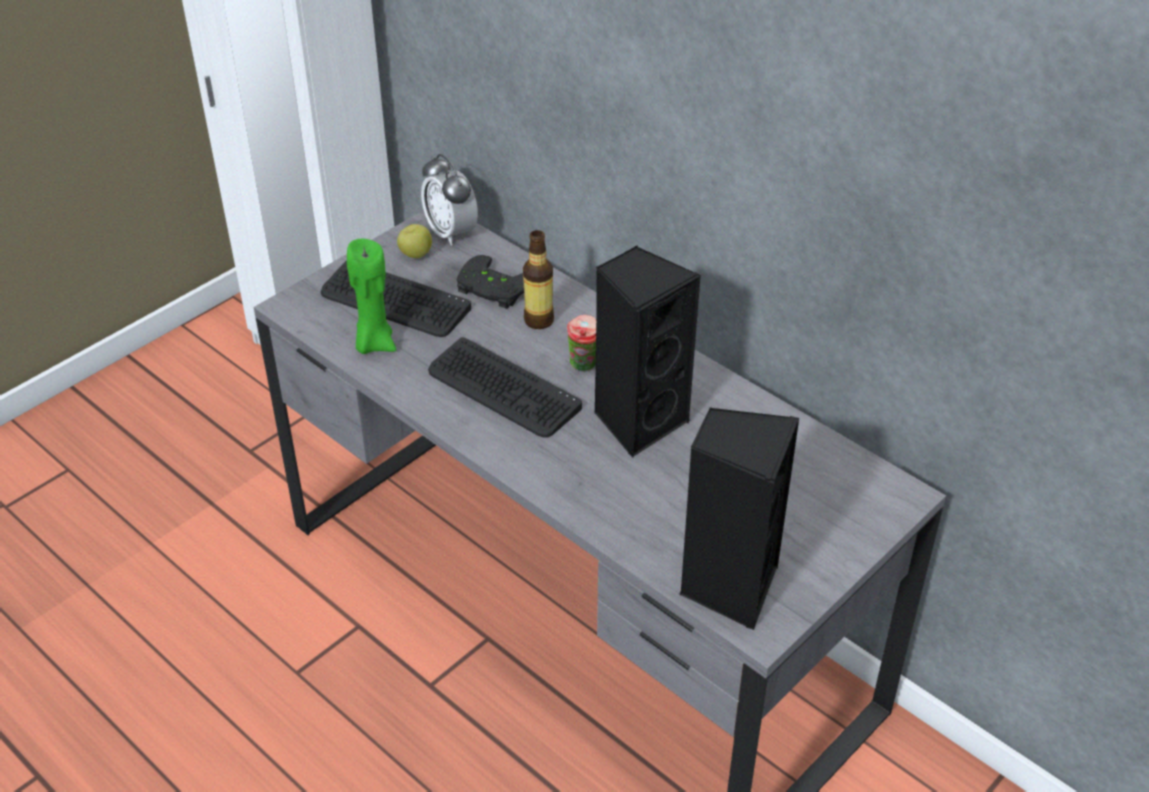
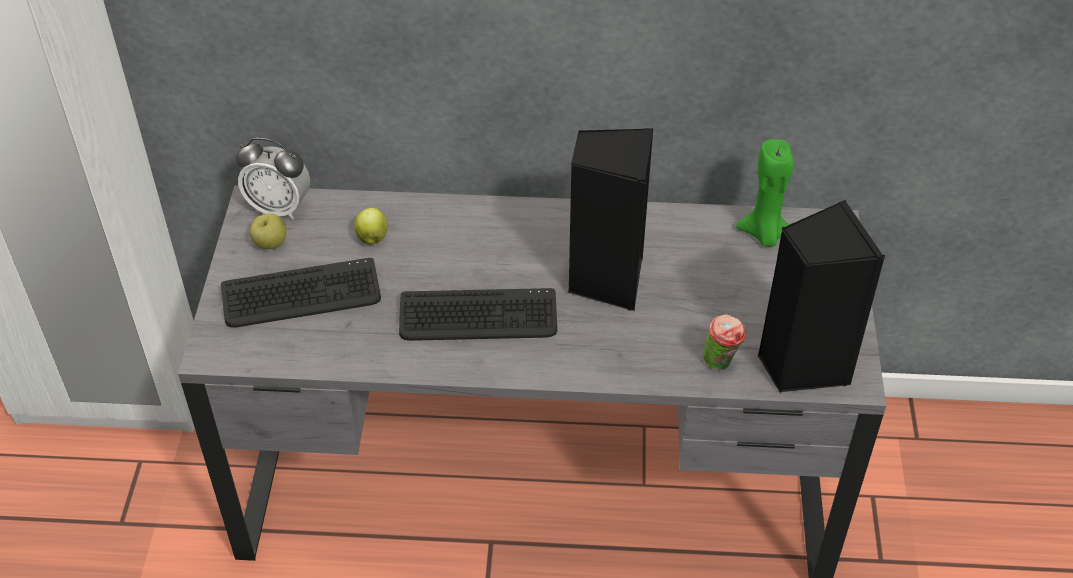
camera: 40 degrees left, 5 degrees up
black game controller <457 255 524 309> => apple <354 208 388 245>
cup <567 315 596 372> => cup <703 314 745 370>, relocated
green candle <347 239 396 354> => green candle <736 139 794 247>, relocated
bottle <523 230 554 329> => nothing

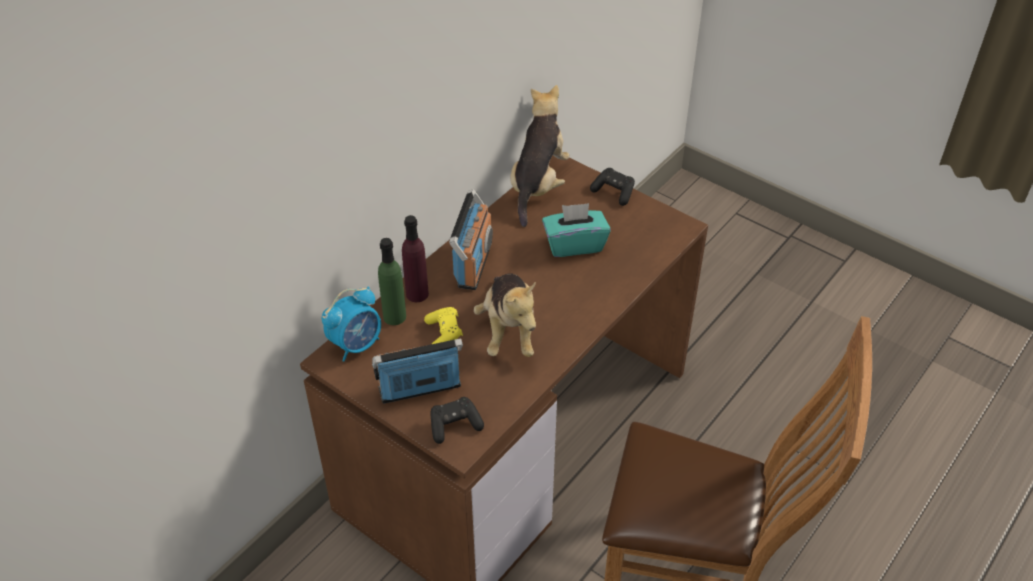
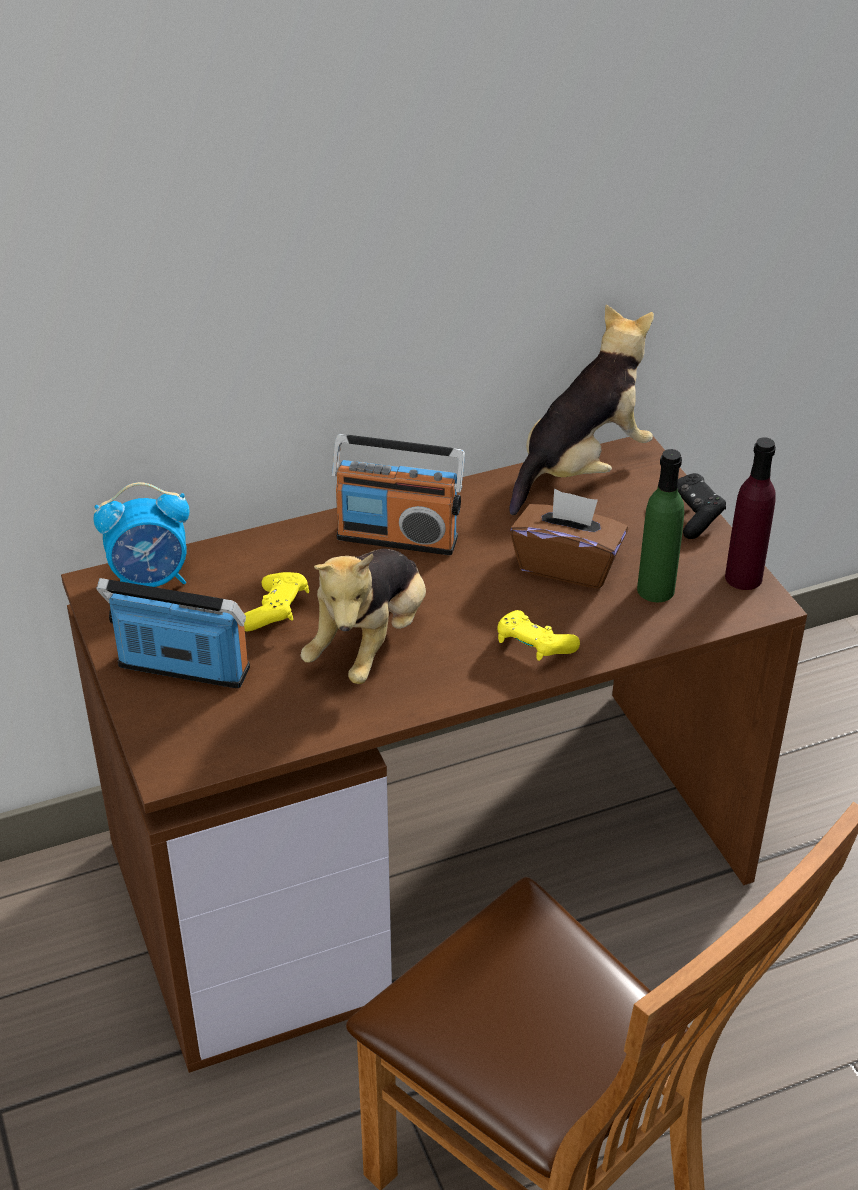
camera: 30 degrees right, 5 degrees down
radio <449 189 493 290> => radio <332 434 465 555>, 60 degrees clockwise
nothing => yellow game controller <497 610 580 661>
turquoise tissue box <542 203 611 257> => brown tissue box <510 489 628 589>
green bottle <378 238 406 325> => green bottle <637 449 684 602>, relocated
purple bottle <402 215 429 302> => purple bottle <725 437 776 590>, relocated
black game controller <430 397 484 444> => nothing

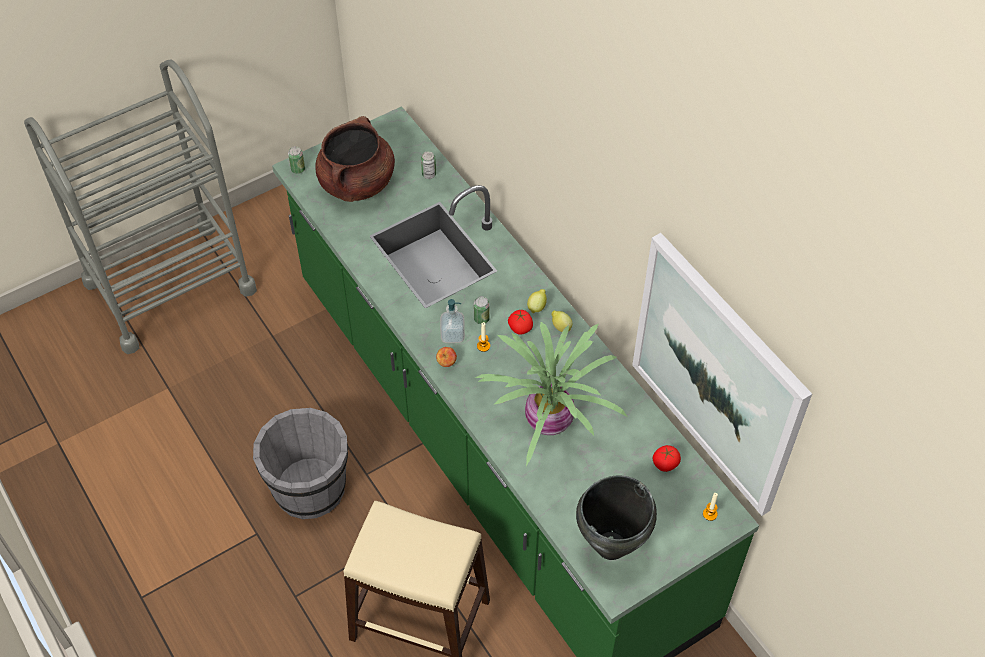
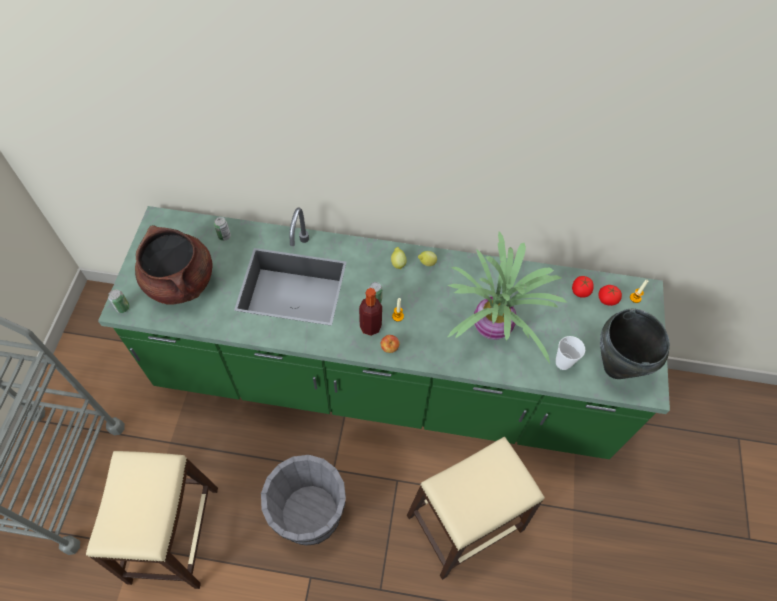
camera: 50 degrees left, 5 degrees up
nothing => beige stool <86 451 218 589>
soap dispenser <440 299 465 343> => bottle <359 288 382 336>
nothing => cup <556 336 585 370>
tomato <508 310 533 335> => tomato <598 285 622 306>, relocated
picture <632 233 812 516> => nothing

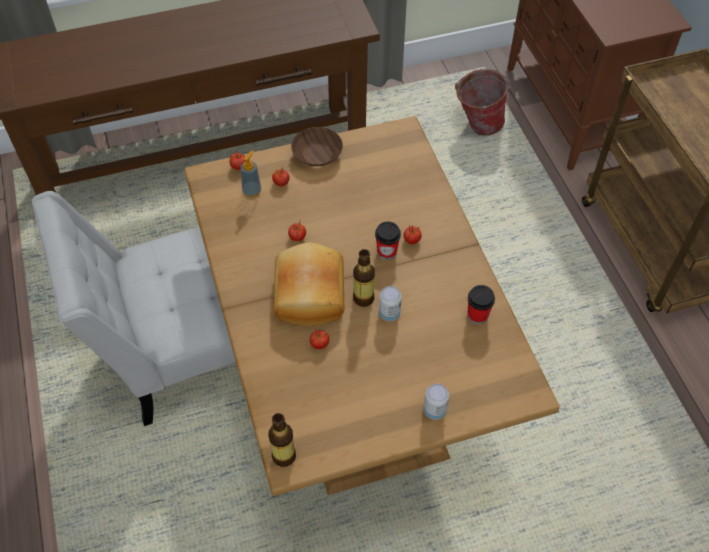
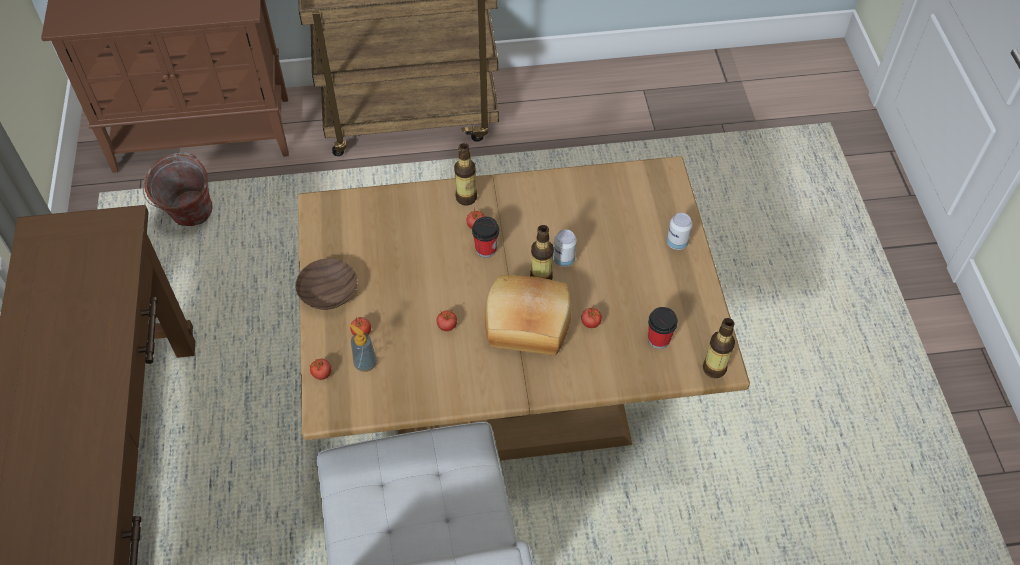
camera: 80 degrees left, 0 degrees up
nothing => bottle <454 143 477 206>
cup <468 285 495 324> => cup <648 307 678 349>, relocated

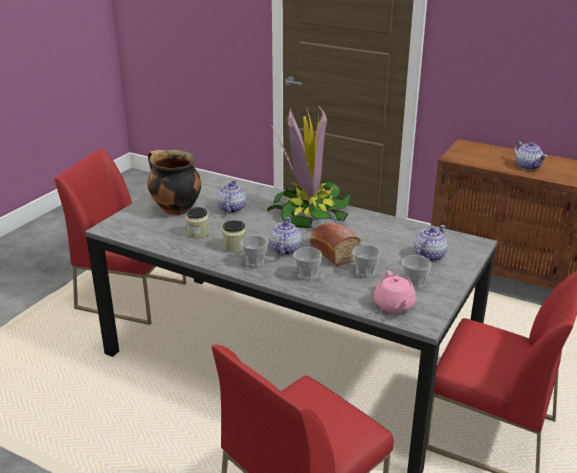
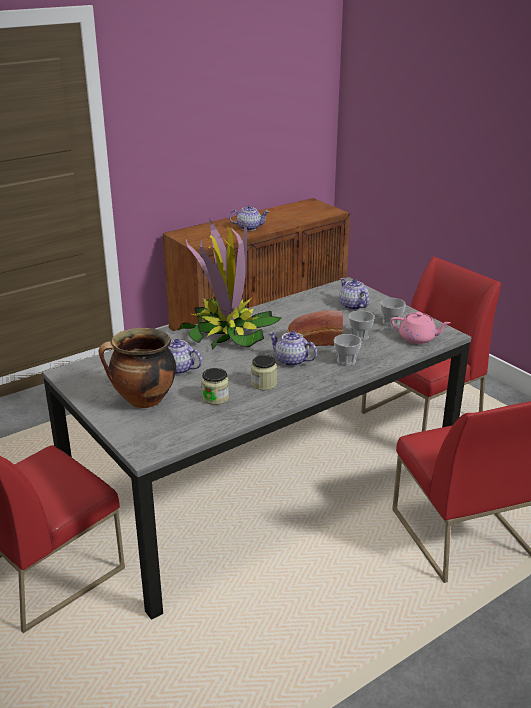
camera: 65 degrees left, 0 degrees up
cup <240 235 268 268> => nothing

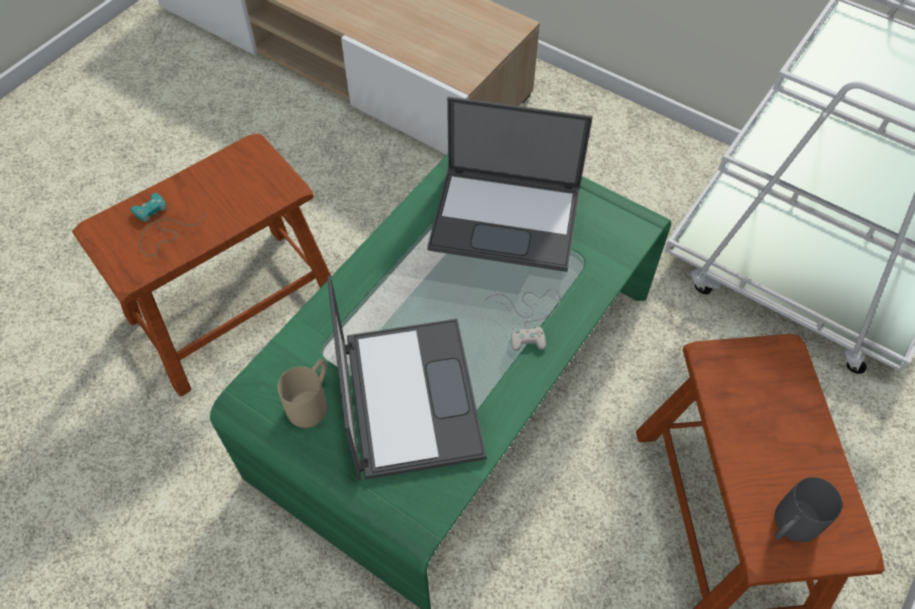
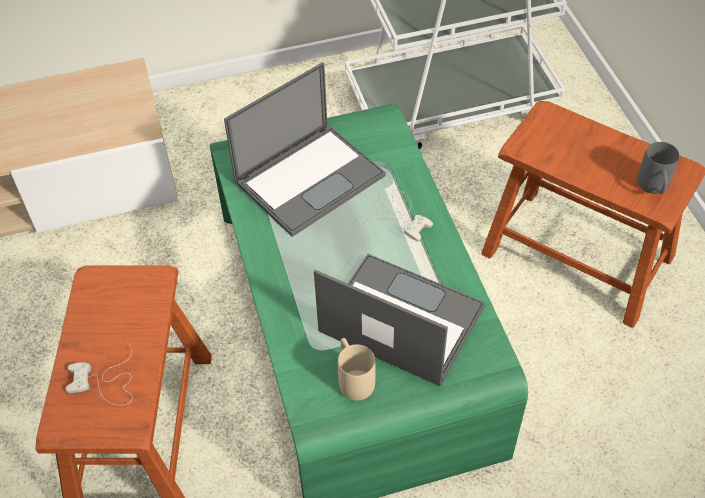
camera: 50 degrees left, 5 degrees down
turquoise game controller <131 193 206 256> => white game controller <65 342 133 405>

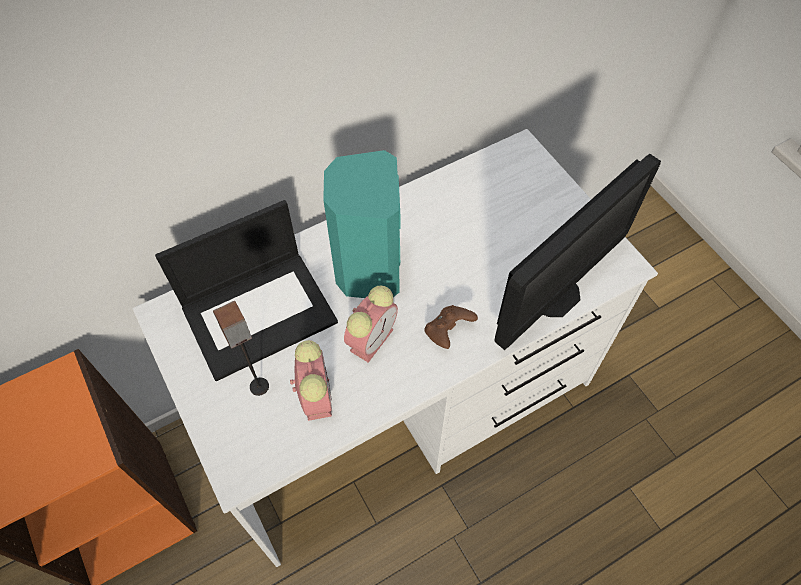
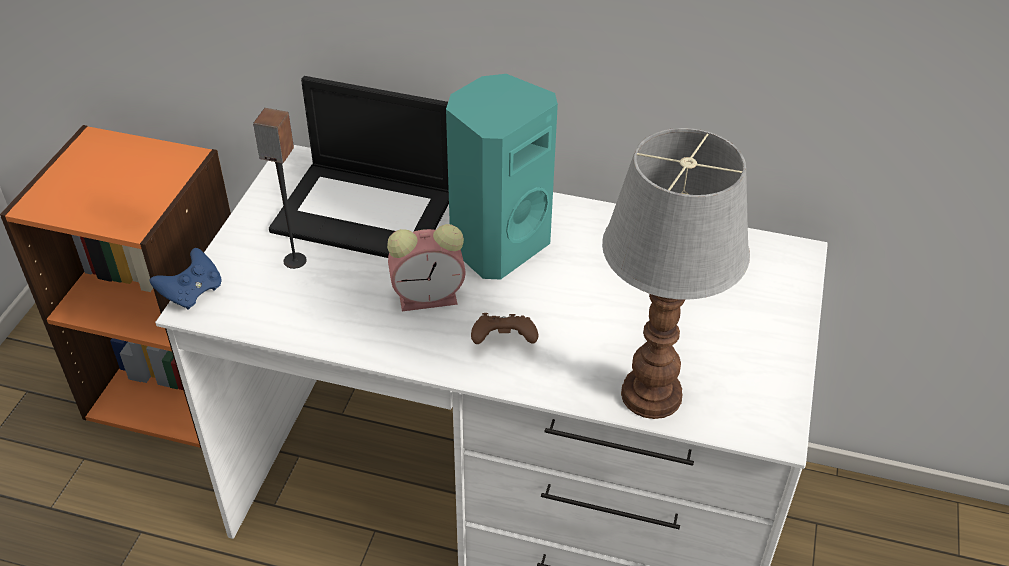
camera: 45 degrees right, 15 degrees down
nothing => blue game controller <150 248 222 310>
monitor <494 154 661 350> => table lamp <602 128 750 419>
alarm clock <290 340 332 421> => nothing

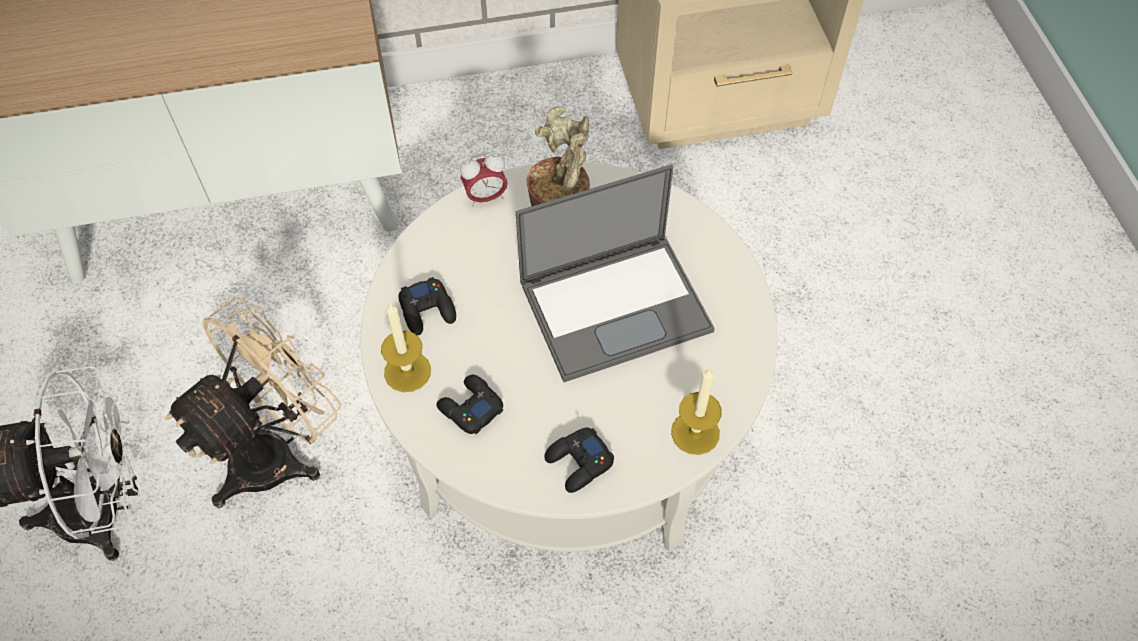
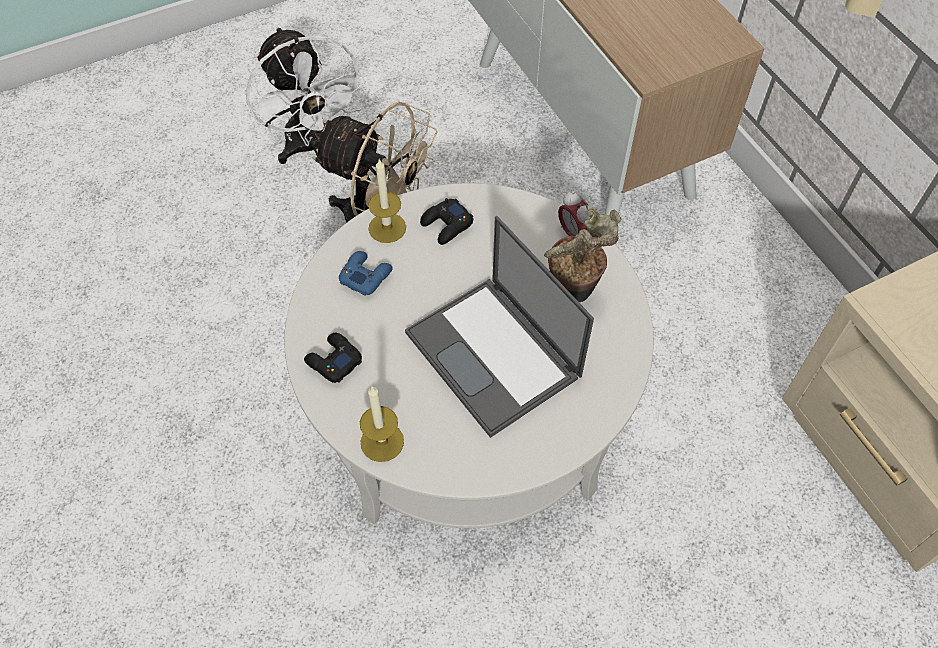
camera: 75 degrees right, 0 degrees up
black game controller <436 375 503 434> => blue game controller <339 251 393 296>

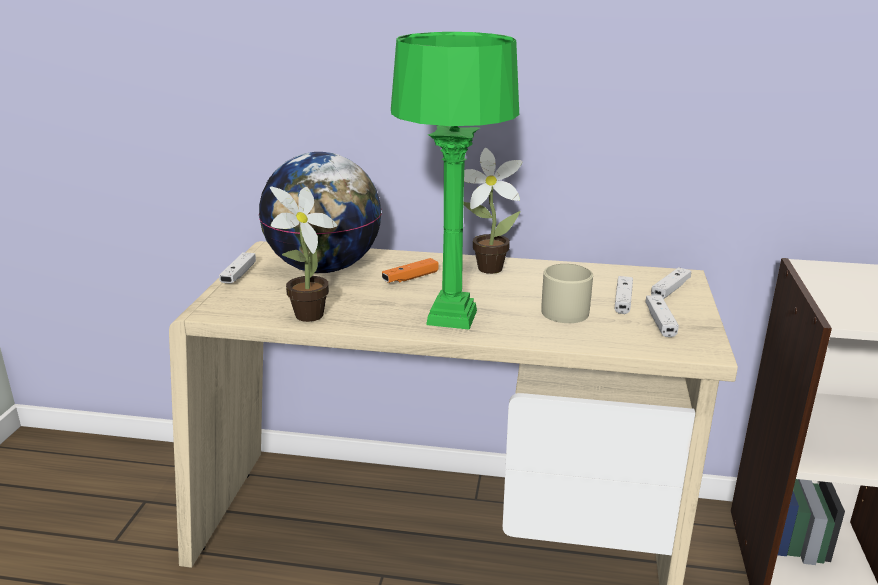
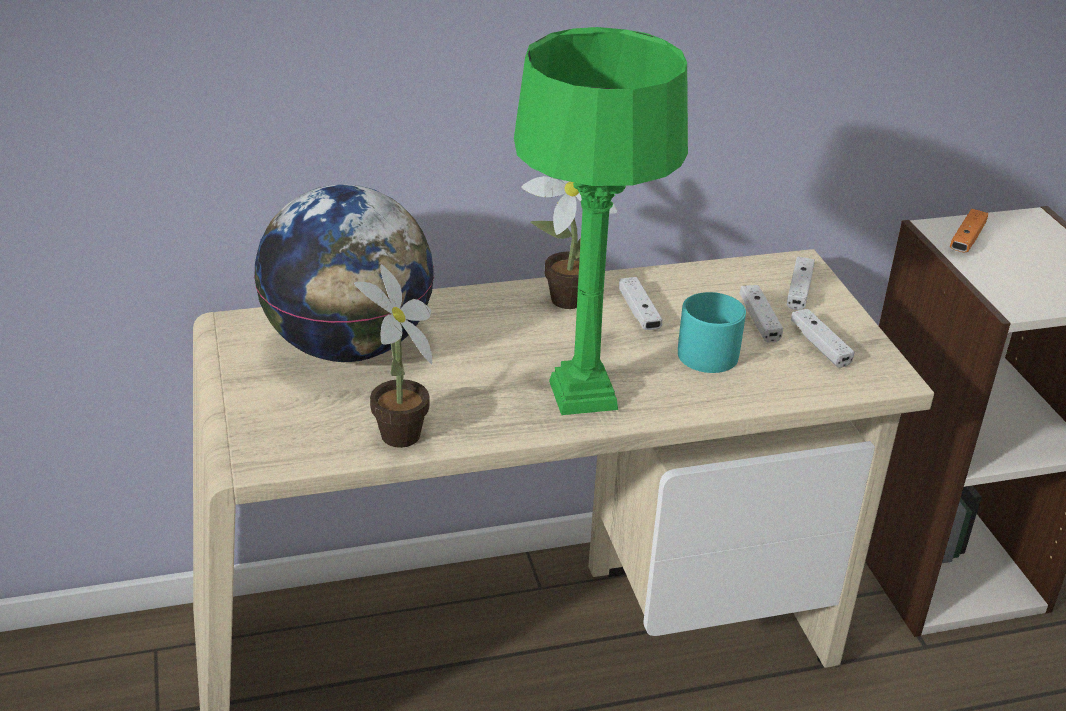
camera: 25 degrees left, 10 degrees up
white game controller <219 252 256 283> => white game controller <619 277 662 330>, relocated
beige mug <541 264 593 323> => turquoise mug <678 292 746 373>
orange game controller <382 258 439 283> => orange game controller <950 209 988 252>, relocated

